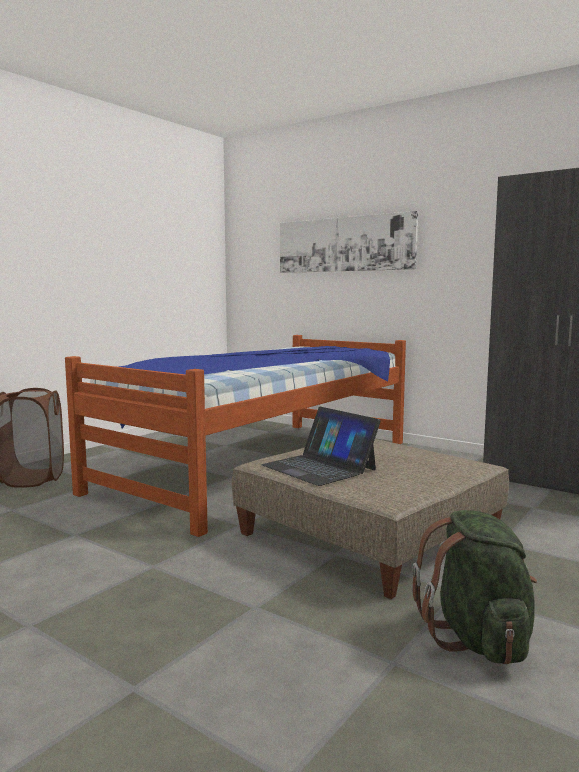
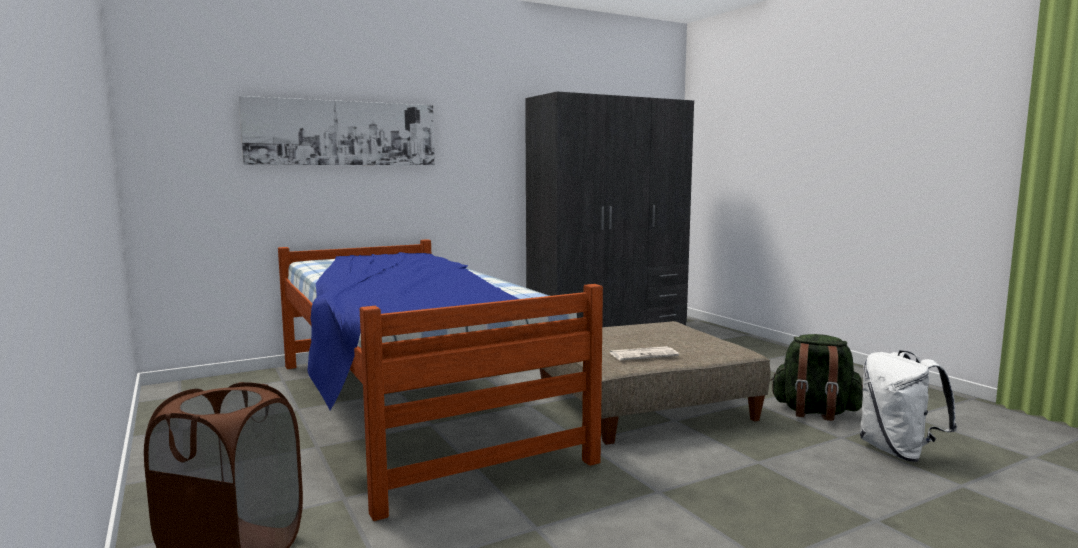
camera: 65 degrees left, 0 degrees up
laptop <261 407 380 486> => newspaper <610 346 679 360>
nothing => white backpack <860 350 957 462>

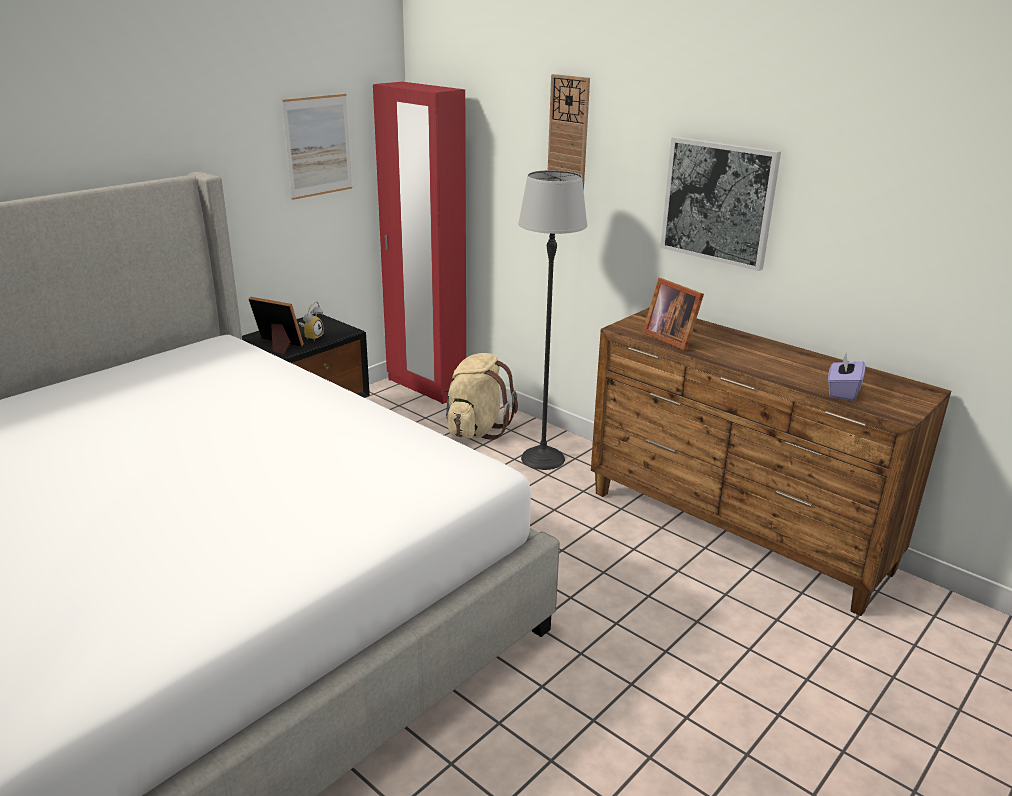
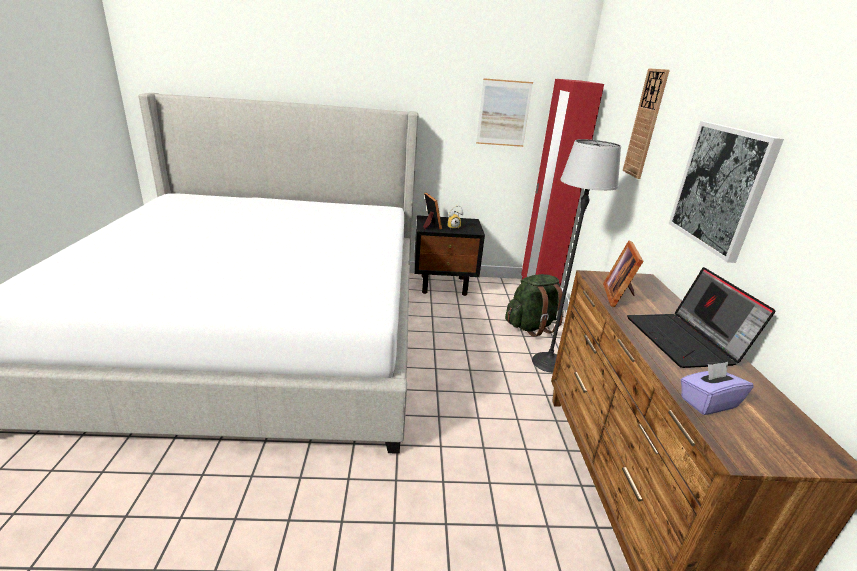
camera: 45 degrees right, 0 degrees up
beige backpack <444 353 518 440> => green backpack <505 274 564 337>
nothing => laptop <627 267 776 368>

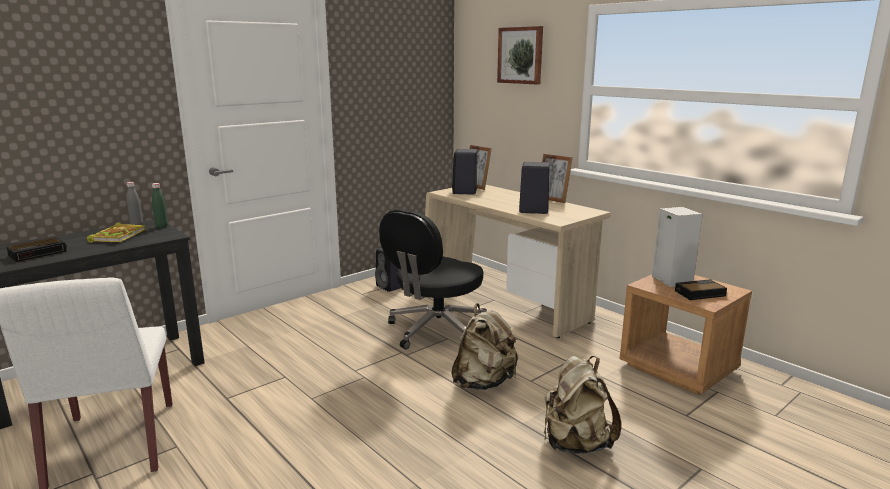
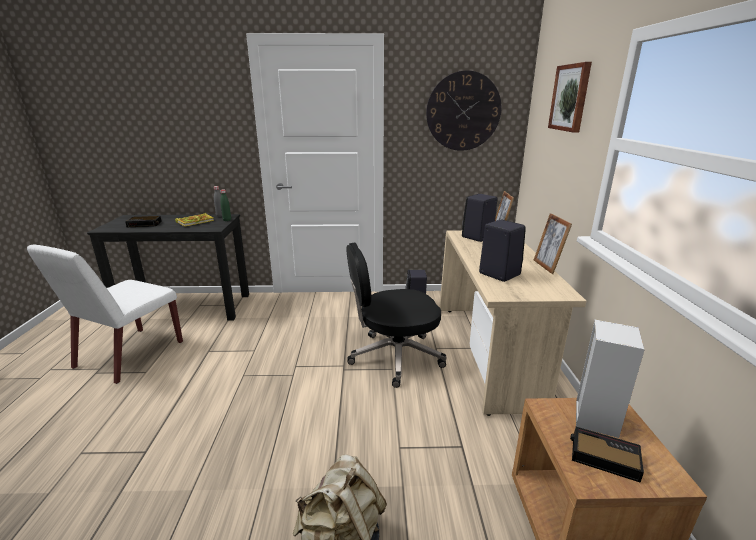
camera: 40 degrees right, 5 degrees up
nothing => wall clock <426 70 501 151>
beige backpack <451 303 518 390> => nothing

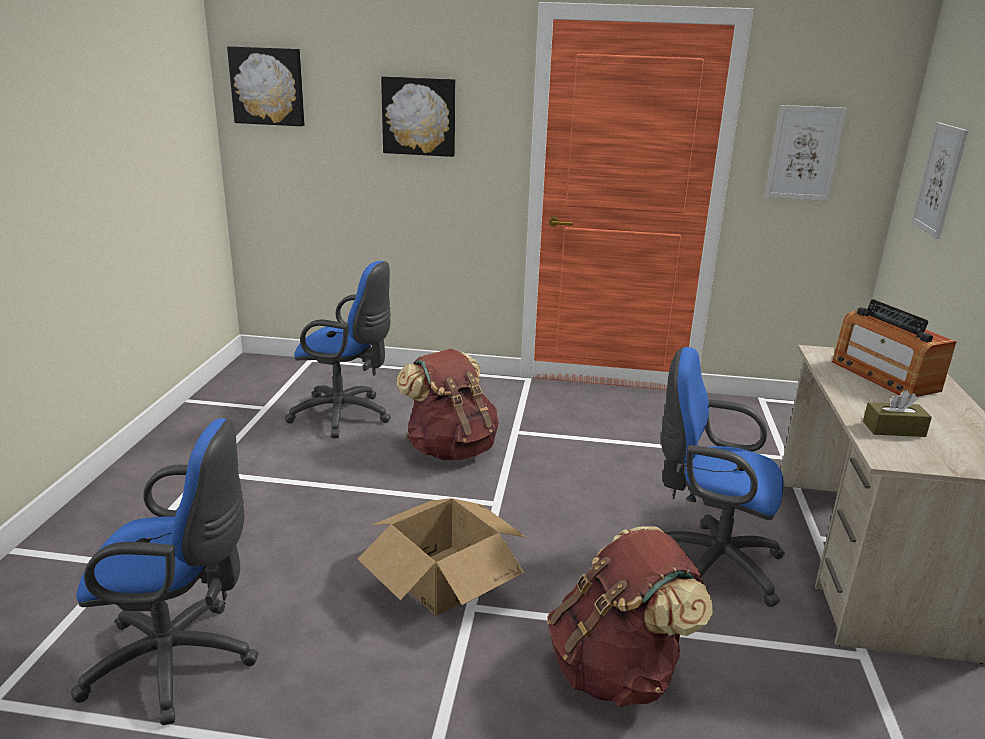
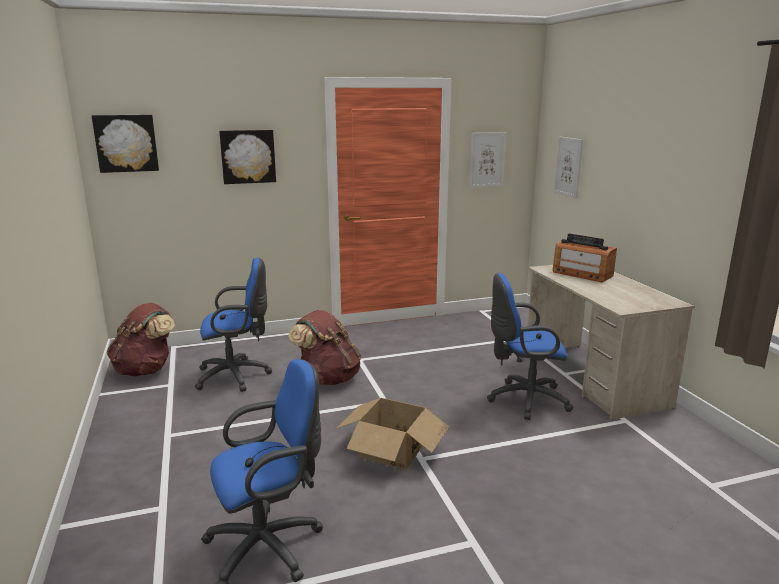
camera: 25 degrees left, 5 degrees down
brown backpack <547 526 713 707> => brown backpack <107 303 175 376>, relocated
brown tissue box <863 390 932 437> => nothing

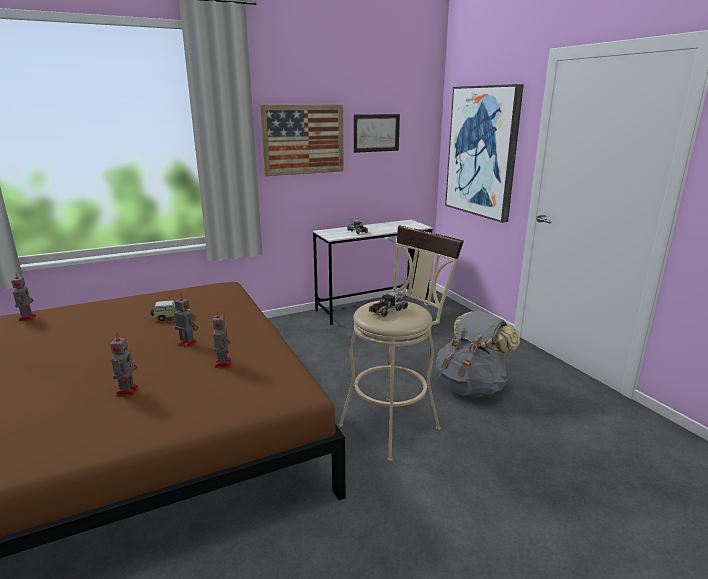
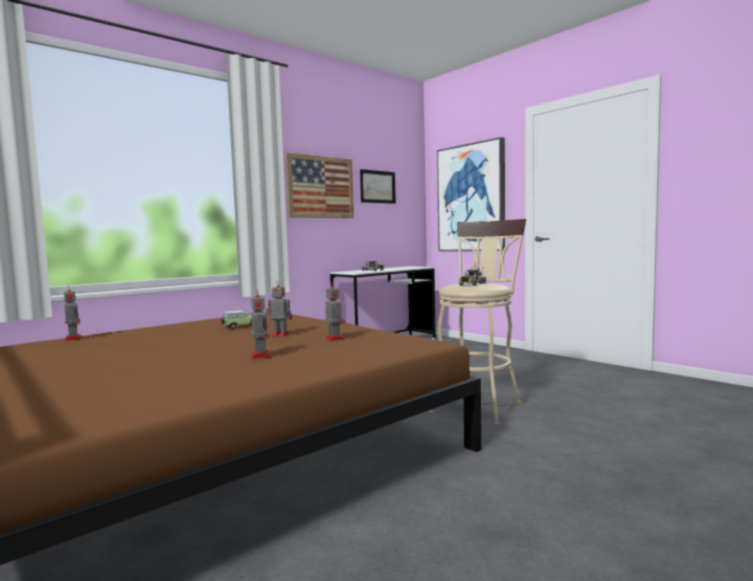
camera: 15 degrees left, 15 degrees down
grey backpack <436 310 520 397> => nothing

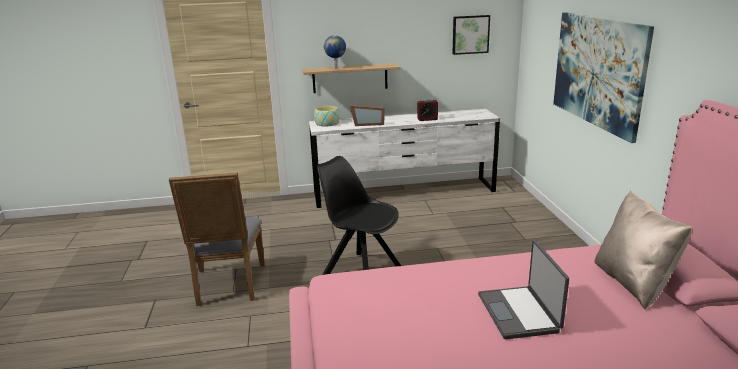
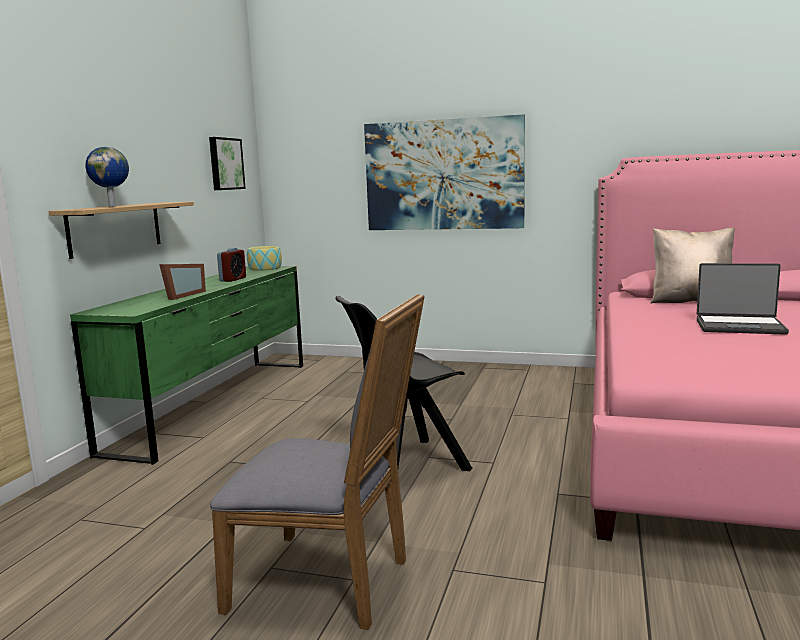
camera: 65 degrees left, 10 degrees down
white dresser <309 109 500 208> => green dresser <70 266 303 465>
bowl <314 105 340 126> => bowl <247 246 282 270>, relocated

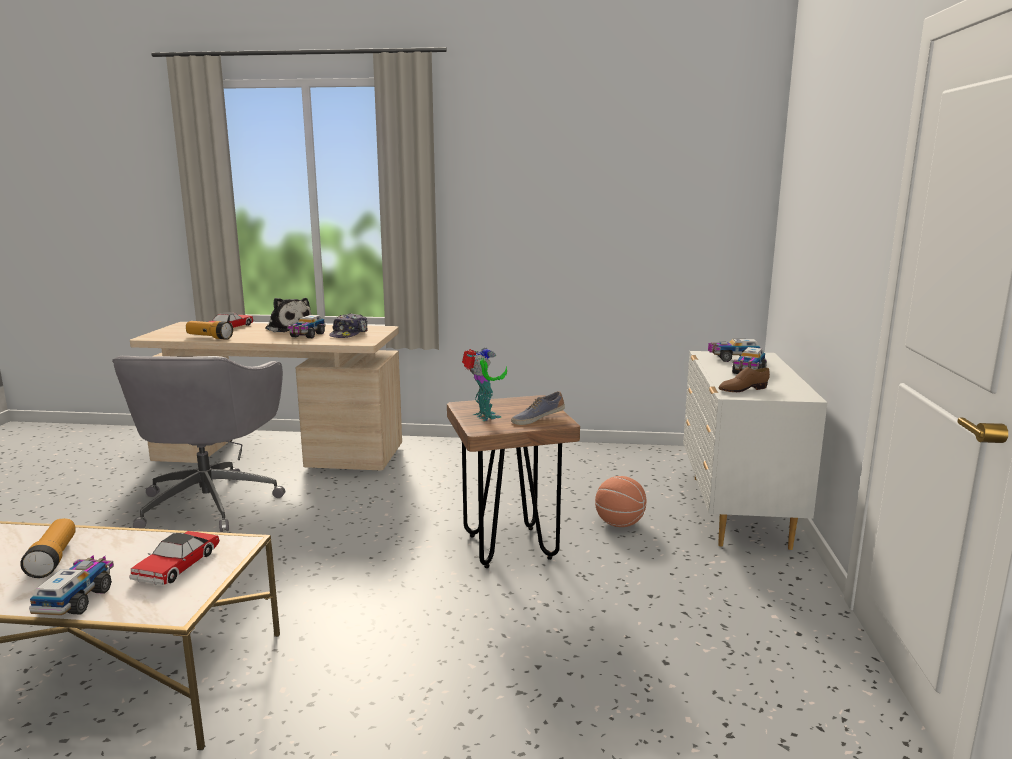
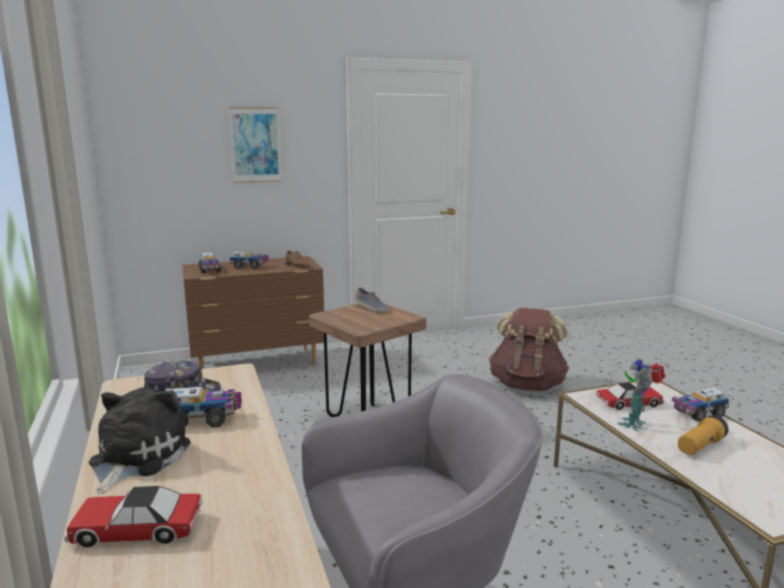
camera: 115 degrees left, 0 degrees up
white dresser <683 351 827 550> => brown dresser <182 256 324 369>
nothing => picture <229 107 282 183>
nothing => brown backpack <489 308 569 391>
toy robot <462 348 507 421> => toy robot <617 359 665 431>, relocated
flashlight <186 321 233 340> => nothing
basketball <595 476 647 527> => nothing

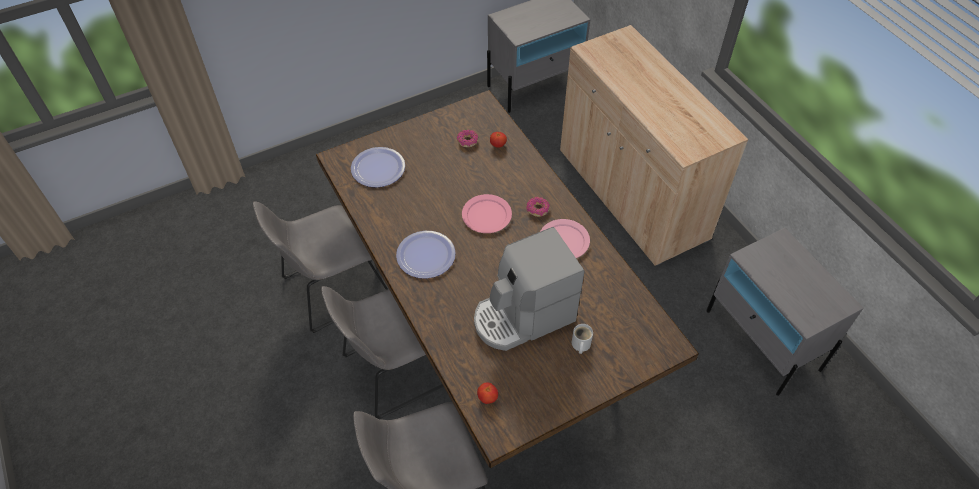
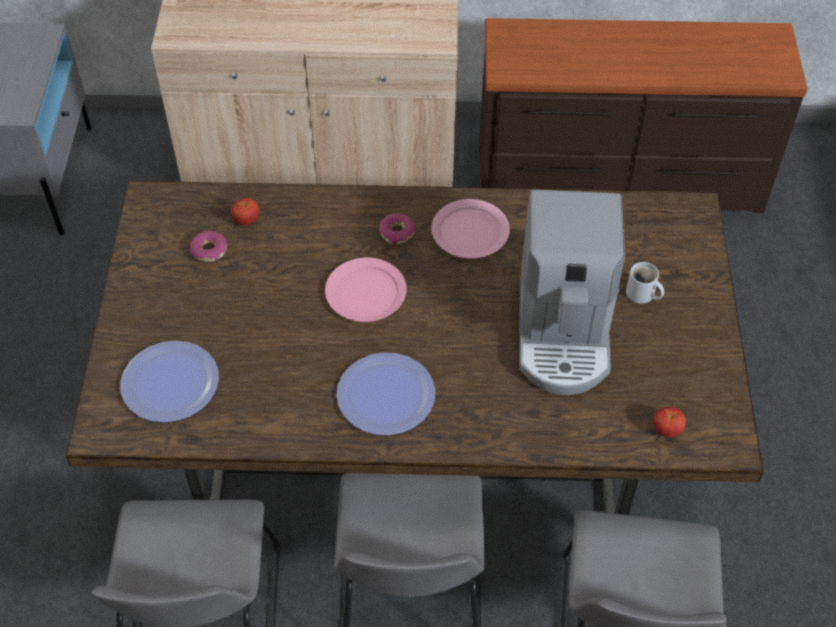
camera: 60 degrees left, 0 degrees up
grey nightstand <706 228 864 396> => brown dresser <479 18 808 213>

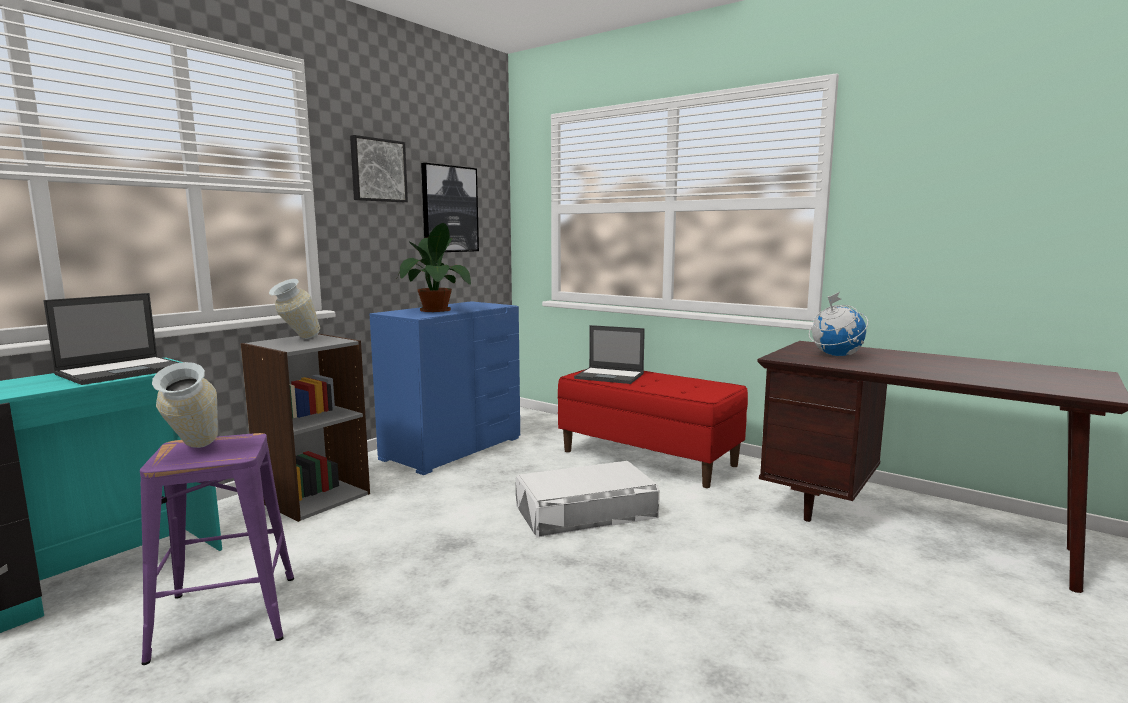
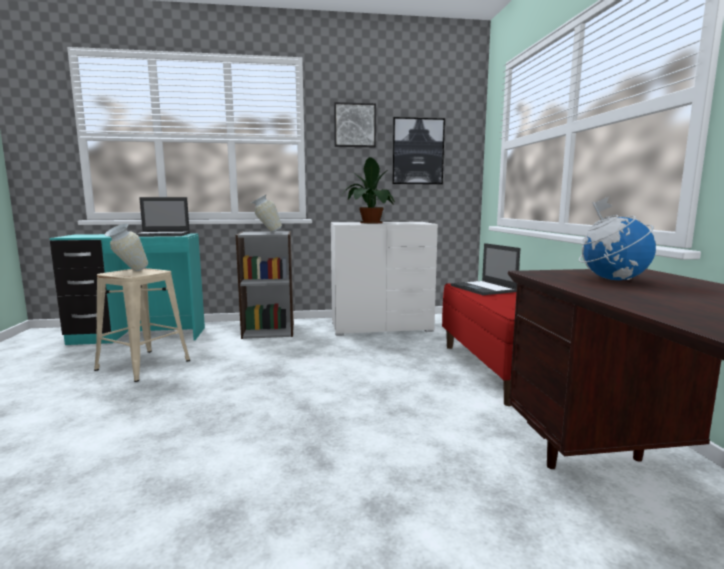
camera: 45 degrees right, 0 degrees up
purple stool <140 433 294 665> => beige stool <94 268 190 382>
blue dresser <370 301 520 475> => white dresser <331 222 438 336>
white storage box <516 461 660 538> => nothing

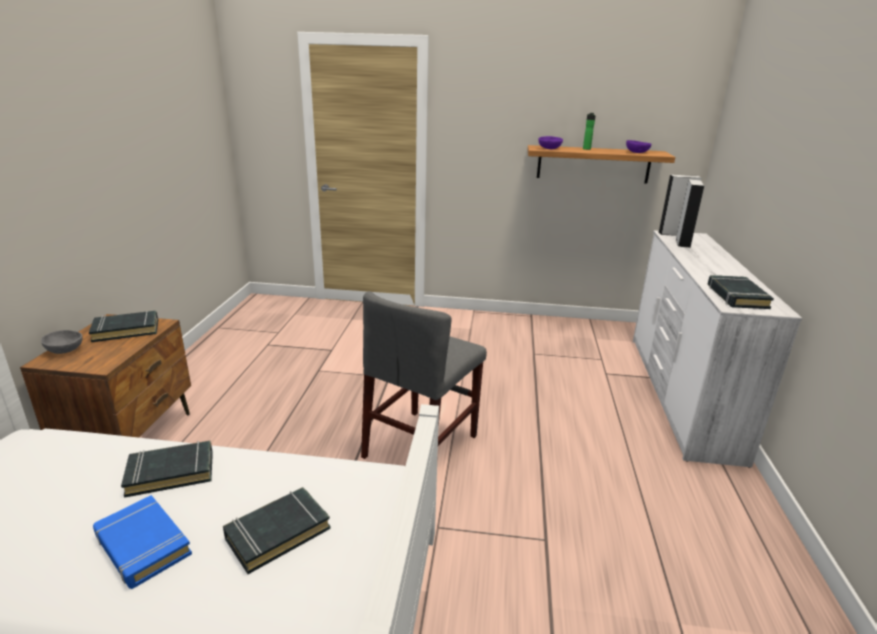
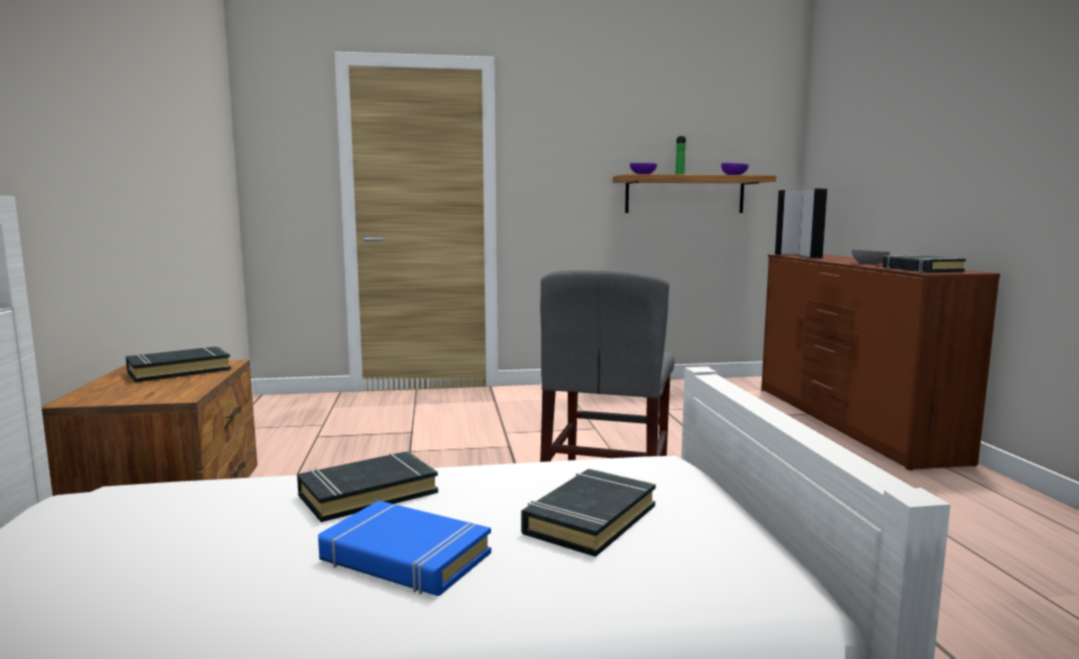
camera: 15 degrees left, 15 degrees down
white dresser <633 230 802 468> => brown dresser <761 254 1000 470>
grey bowl <41 330 82 354> => grey bowl <852 249 890 265>, relocated

